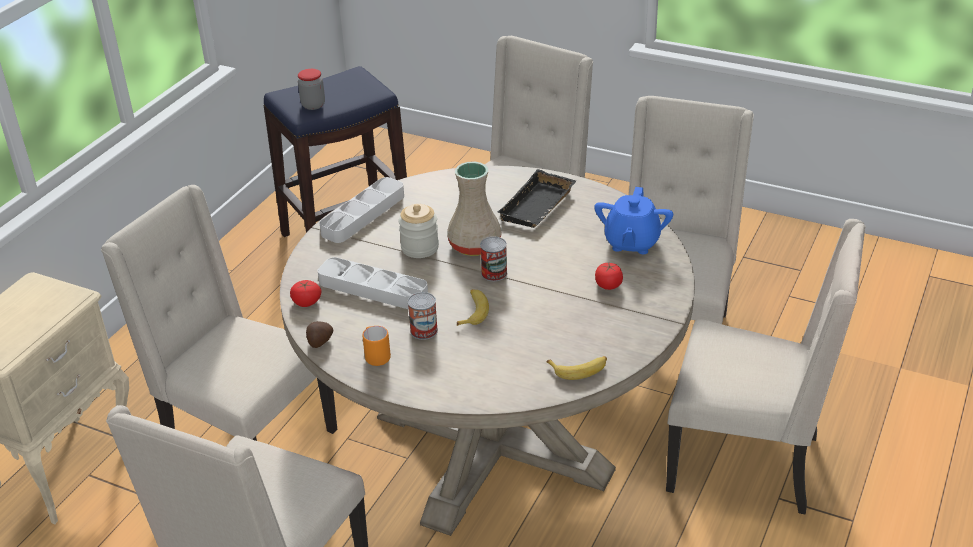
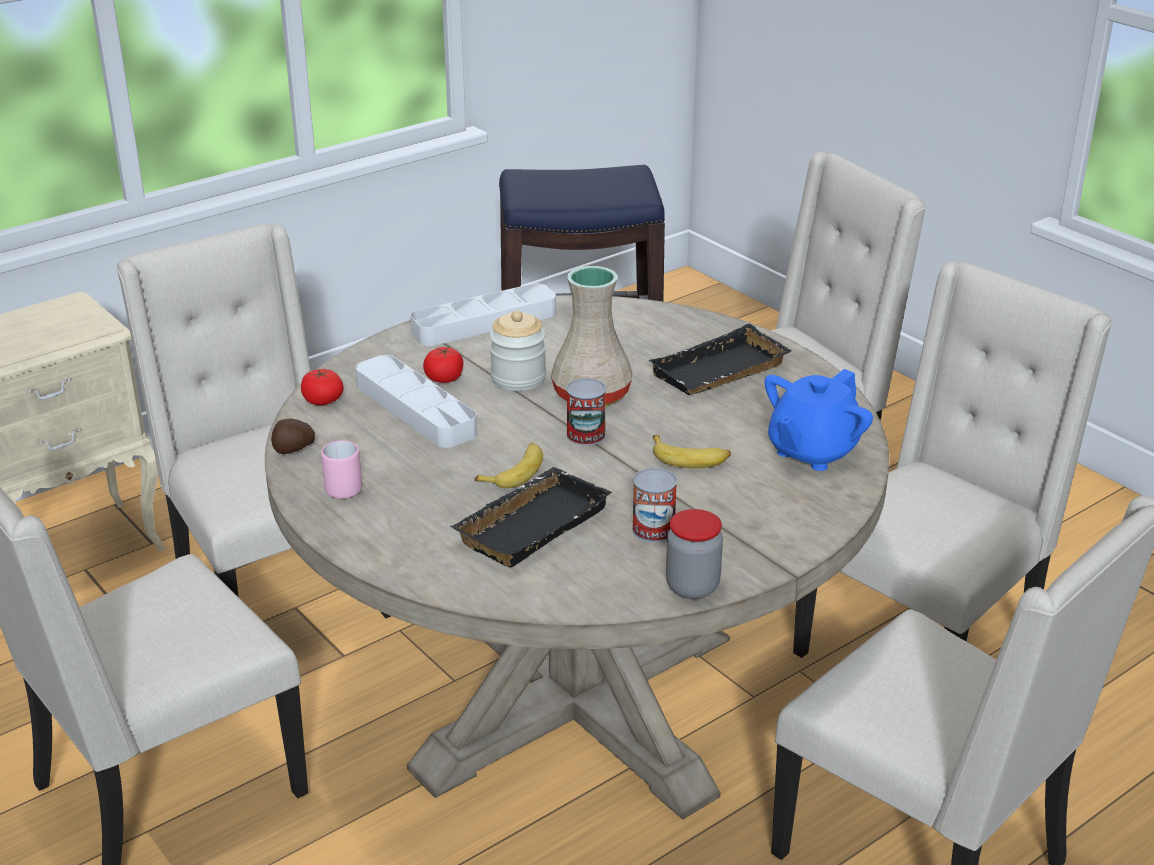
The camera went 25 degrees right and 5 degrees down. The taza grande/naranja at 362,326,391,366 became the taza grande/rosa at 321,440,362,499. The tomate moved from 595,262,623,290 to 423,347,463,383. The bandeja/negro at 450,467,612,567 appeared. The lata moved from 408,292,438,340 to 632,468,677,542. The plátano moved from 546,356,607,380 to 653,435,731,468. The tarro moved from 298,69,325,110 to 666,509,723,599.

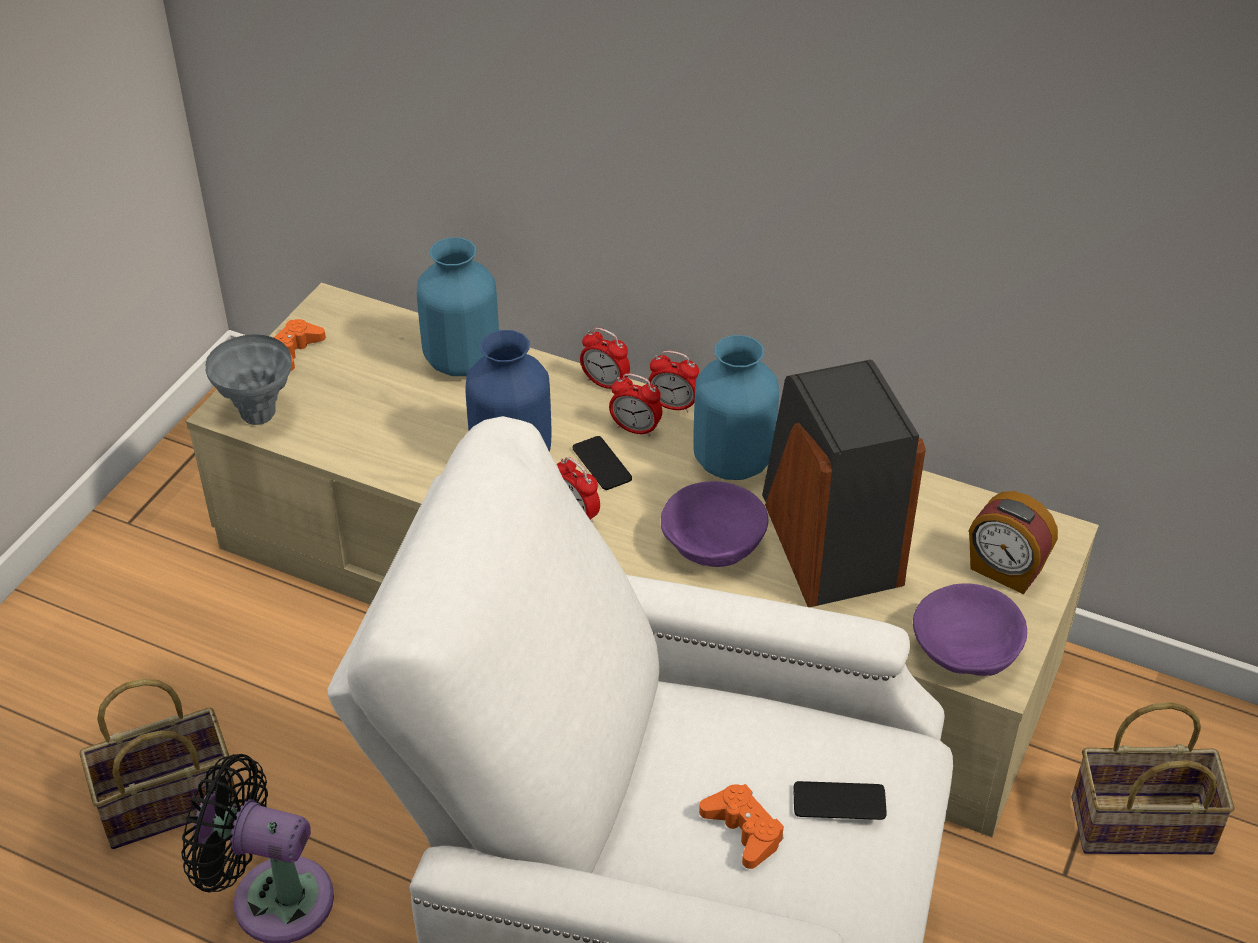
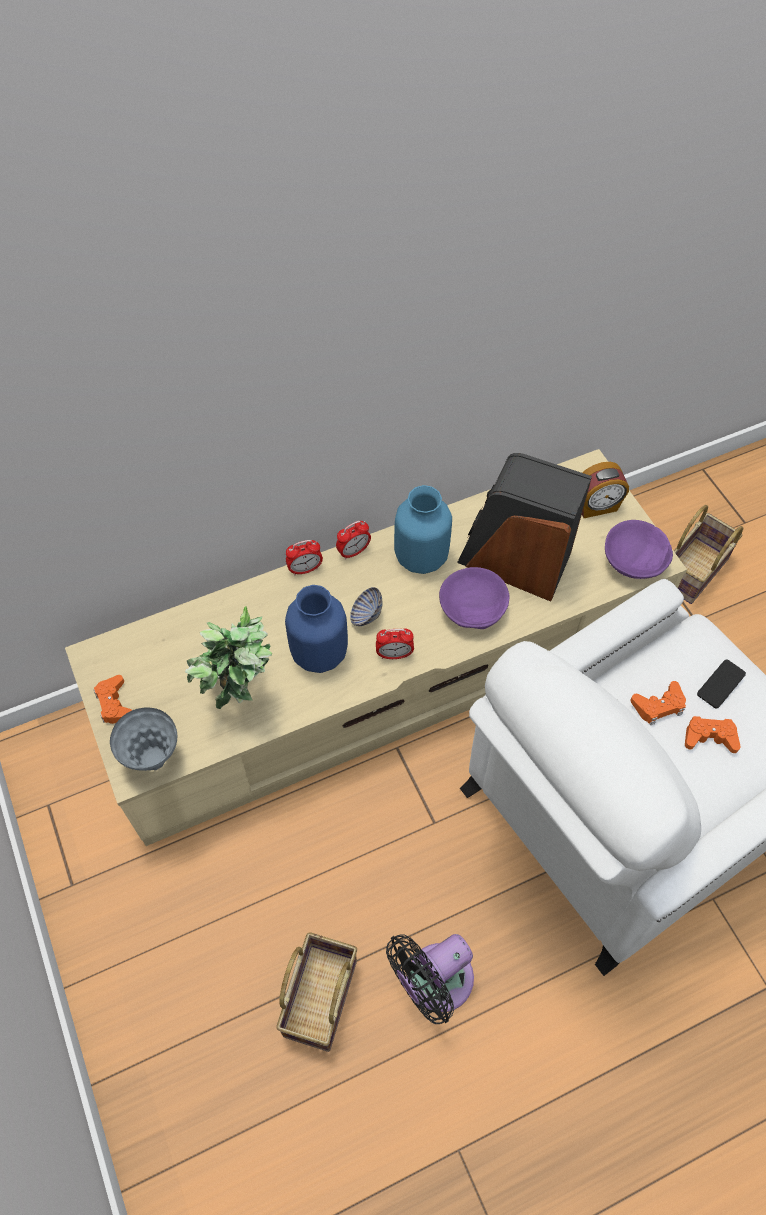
The camera went 50 degrees left and 15 degrees up. The planta en maceta at 185,606,272,709 appeared. The móvil at 573,436,632,490 was replaced by the cuenco at 350,587,382,626. The mando de consola/naranja at 630,681,686,725 appeared. The florero/azul at 417,237,499,376 disappeared. The despertador at 609,373,662,437 disappeared.

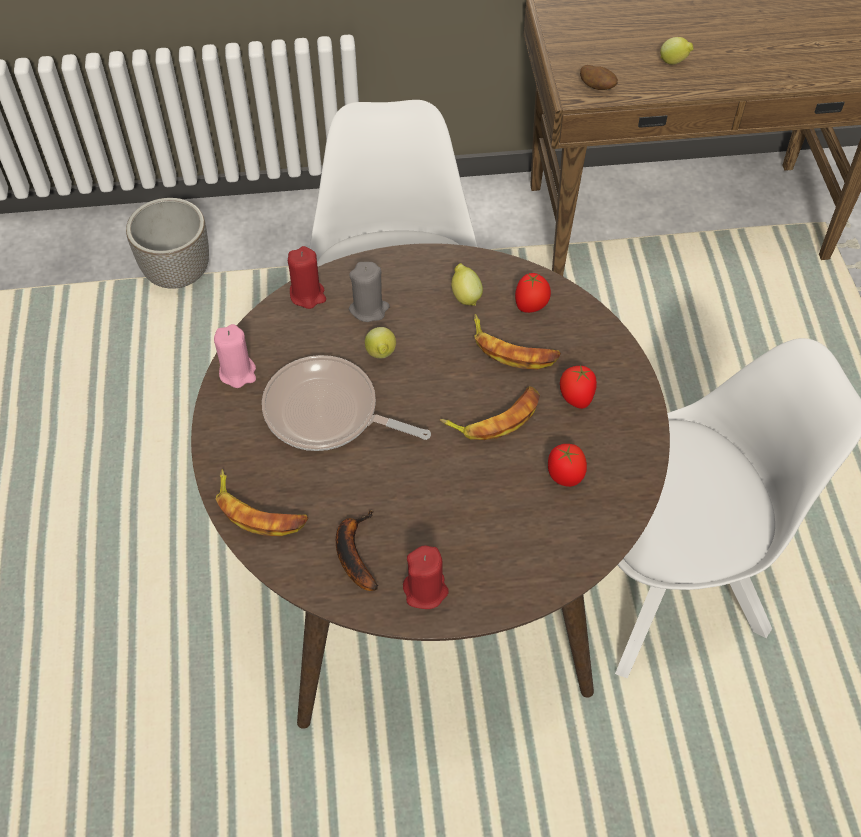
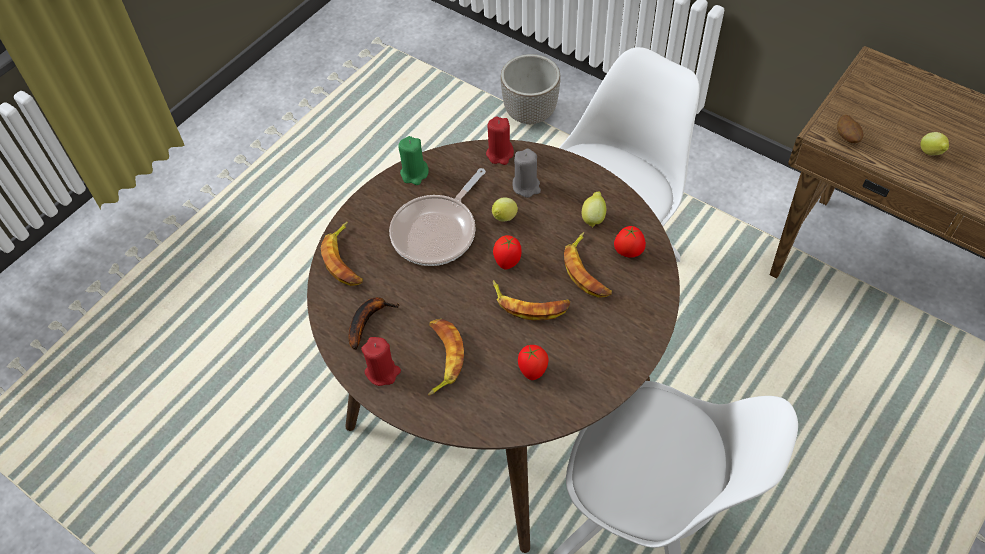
The camera went 45 degrees right and 0 degrees up. The sartén at 262,355,431,451 turned 120 degrees counterclockwise. The vela/rosa at 214,324,256,388 became the vela/verde at 398,136,429,185. The plátano at 428,319,464,396 appeared. The tomate moved from 560,365,597,409 to 493,235,522,270.

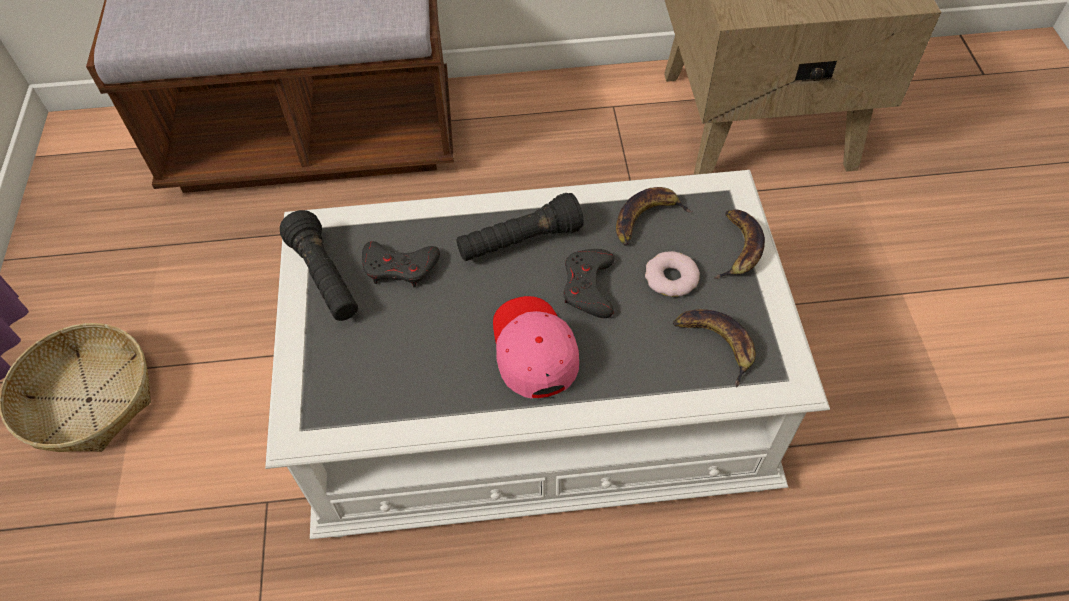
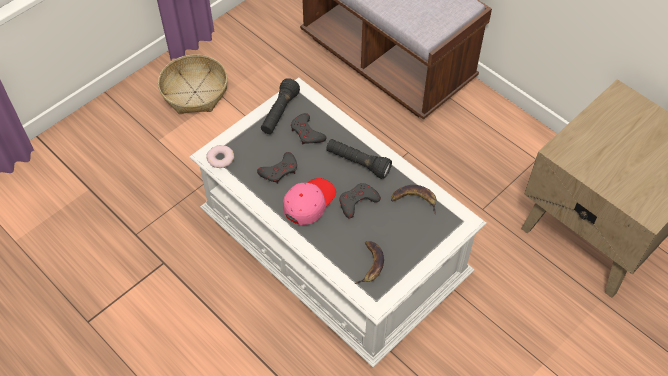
The camera went 50 degrees right and 0 degrees up. The rosquilla moved from 645,251,700,297 to 206,145,234,168. The mando de consola/gris at 257,152,297,184 appeared. The plátano at 714,210,765,279 disappeared.

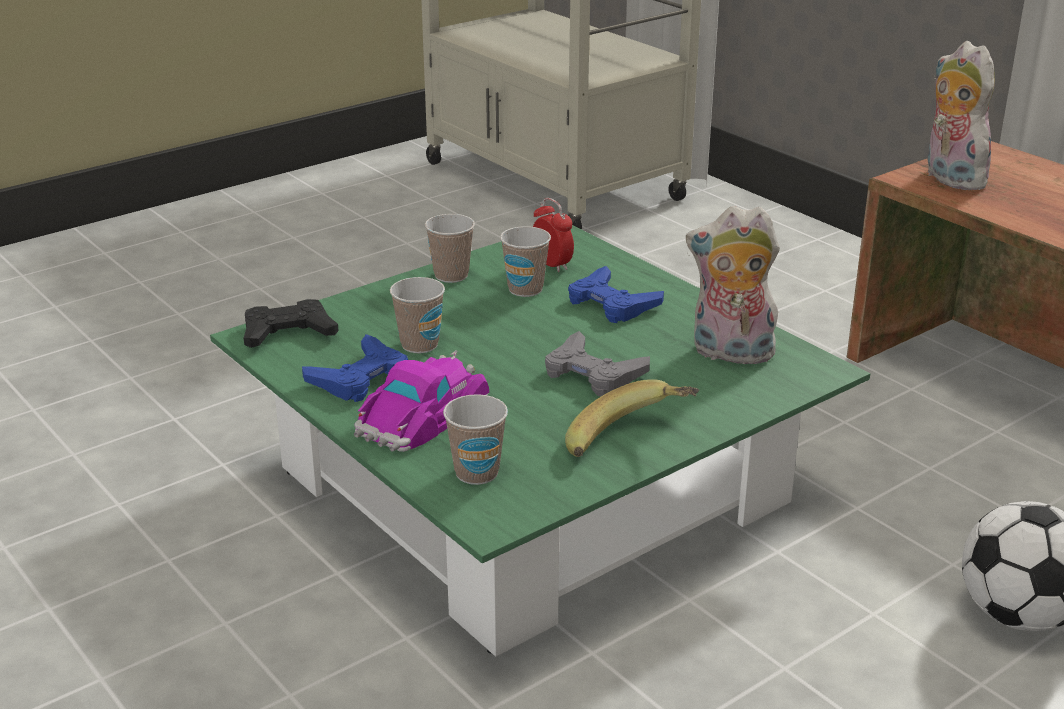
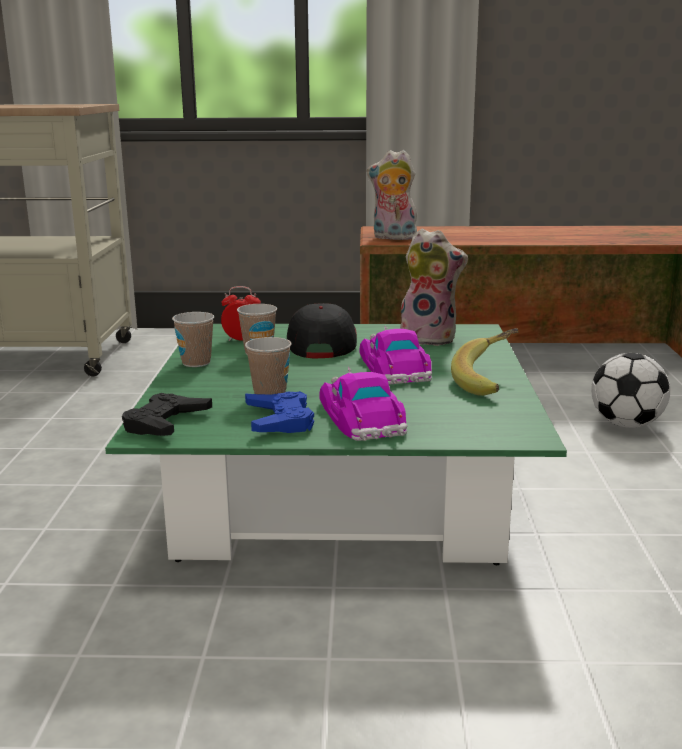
The camera went 50 degrees left and 10 degrees down. The mando de consola/azul at 568,266,664,323 was replaced by the gorra at 287,303,357,359. The mando de consola/gris at 545,331,650,396 was replaced by the coche de juguete at 360,326,432,384. The peluche at 686,206,780,368 turned 120 degrees counterclockwise. The taza at 443,394,508,485 disappeared.

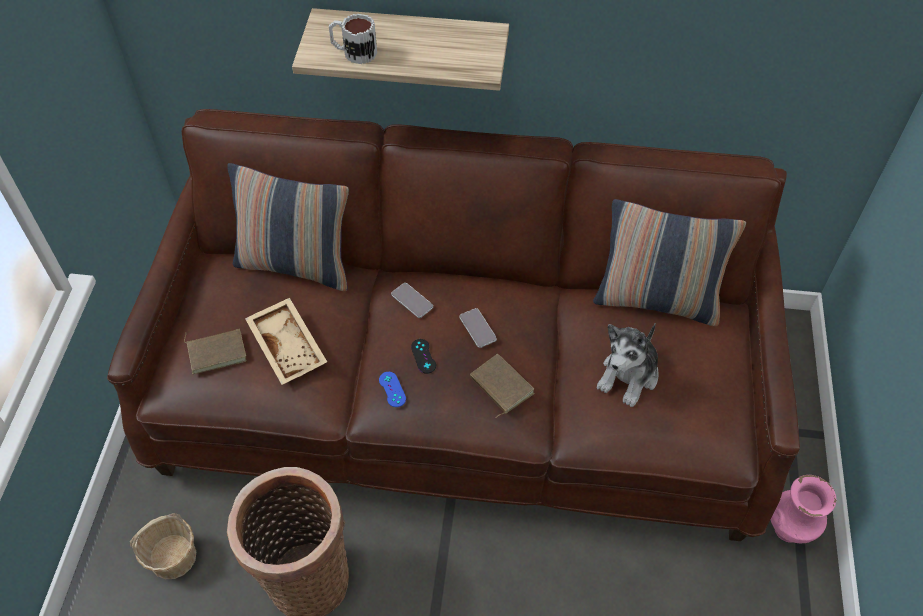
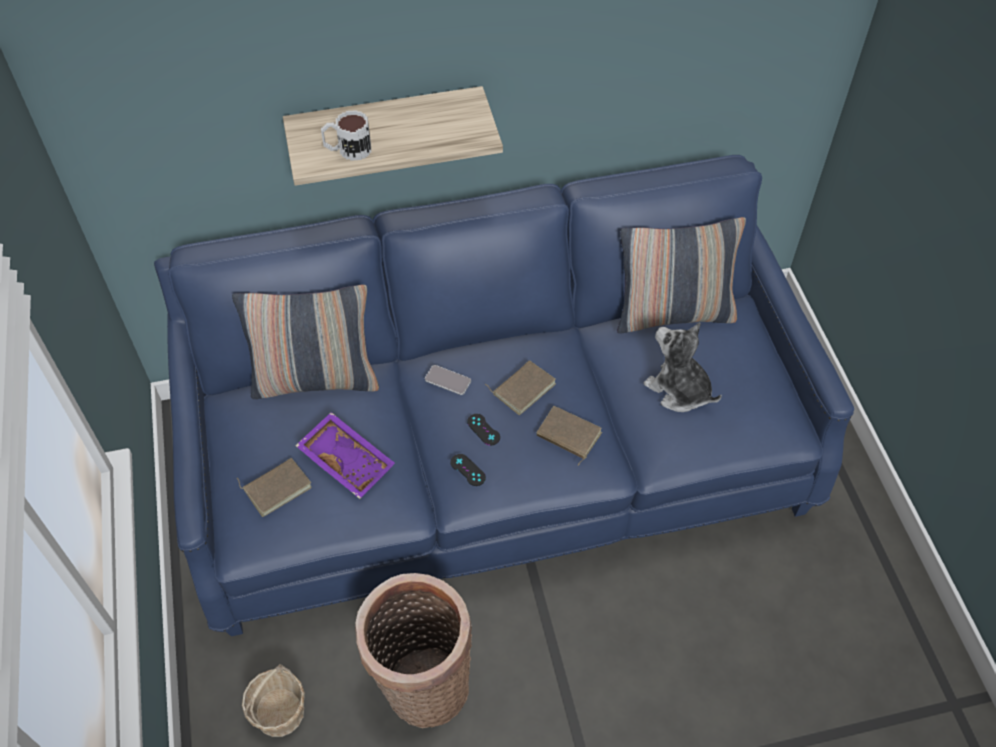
The camera went 20 degrees left and 0 degrees up. The sofá/marrón at 107,109,800,541 became the sofá/azul at 154,155,854,636. The bandeja/beis at 245,298,327,385 became the bandeja/morado at 295,412,395,499. The mando de consola/azul at 379,372,406,407 became the mando de consola/negro at 450,454,486,486. The móvil at 460,308,497,348 was replaced by the libro/marrón at 485,360,555,415. The peluche at 597,323,659,407 turned 120 degrees clockwise. The florero/rosa at 771,475,836,543 disappeared.

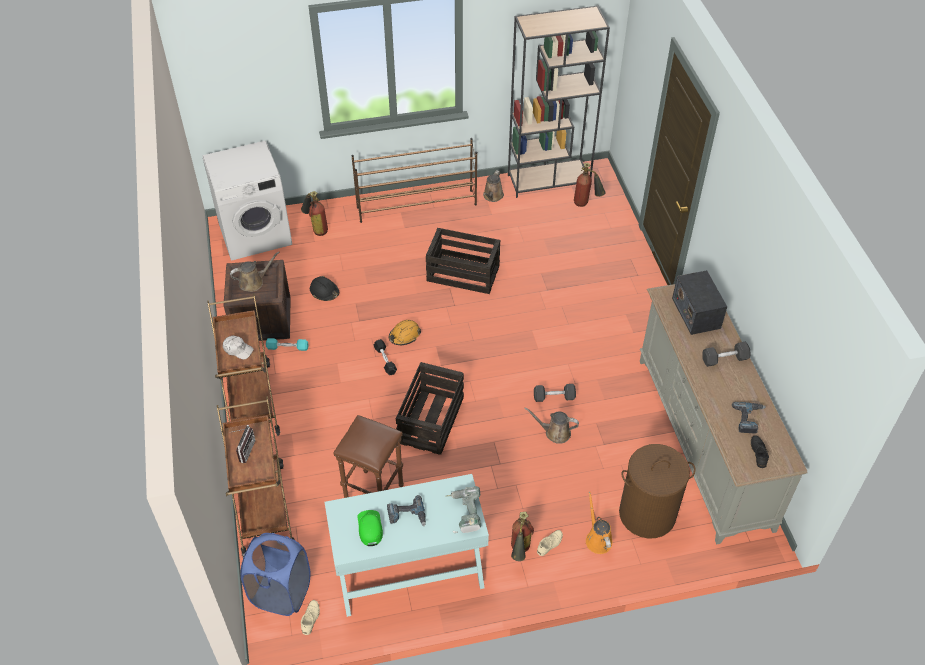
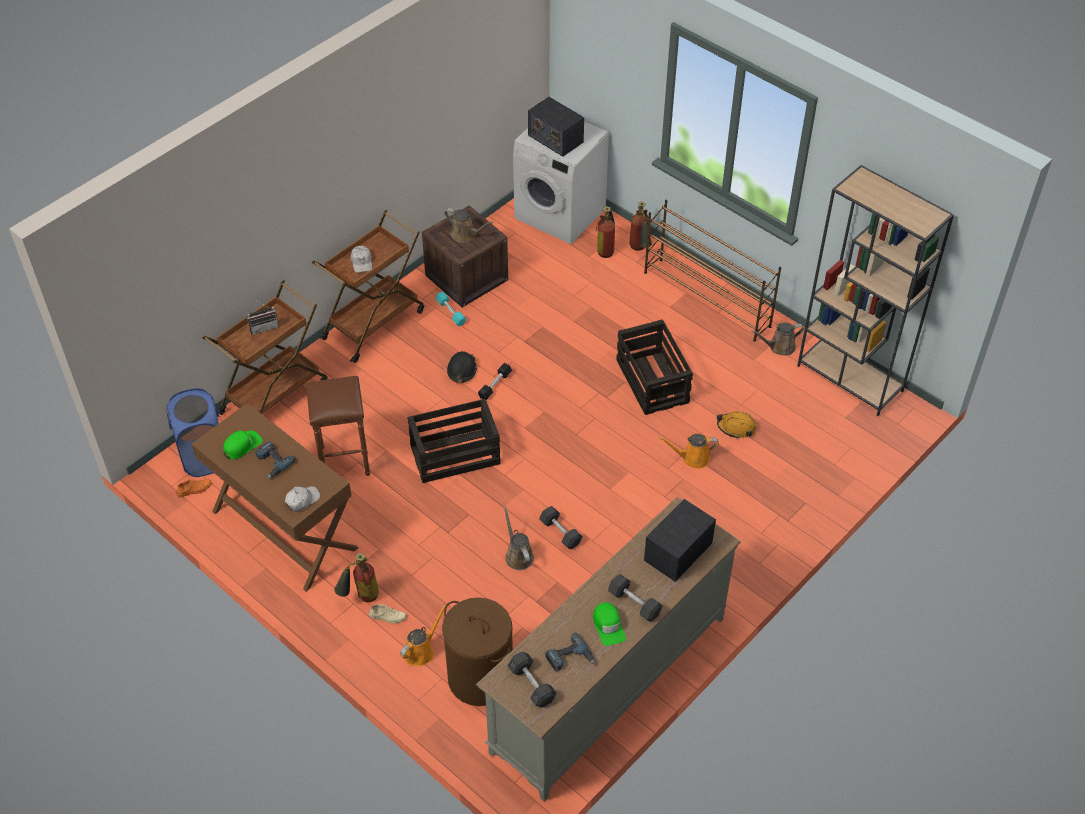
The camera went 55 degrees right and 0 degrees up. The zapato/beis at 301,600,320,635 became the zapato/naranja at 177,479,212,497. The escritorio/turquesa at 324,474,489,617 became the escritorio/marrón at 192,403,358,591. The taladro at 447,486,481,533 was replaced by the gorra/blanco at 285,486,320,512. The casco/negro moved from 310,276,339,301 to 447,351,477,383. The zapato/negro at 751,435,769,468 was replaced by the mancuerna/gris at 508,652,557,708. The radio at 528,97,584,157 appeared. The gorra/verde at 593,602,626,646 appeared. The extintor moved from 574,163,606,207 to 629,201,652,251. The regadera/naranja at 659,434,719,469 appeared. The casco/naranja moved from 389,320,421,345 to 717,411,756,439.

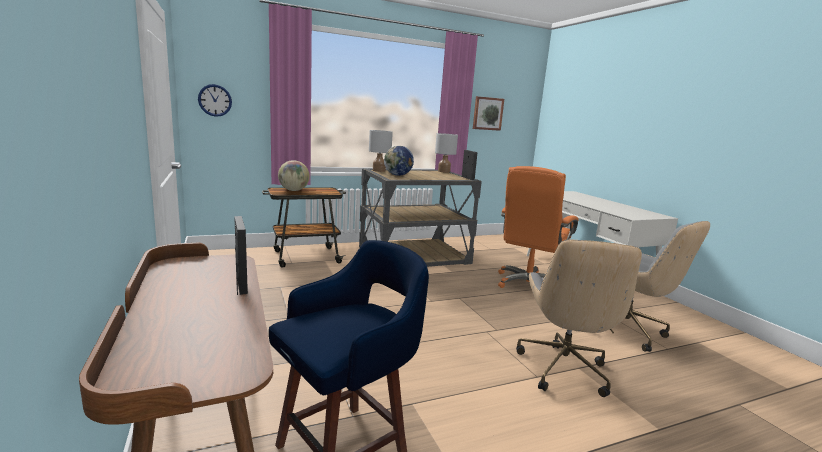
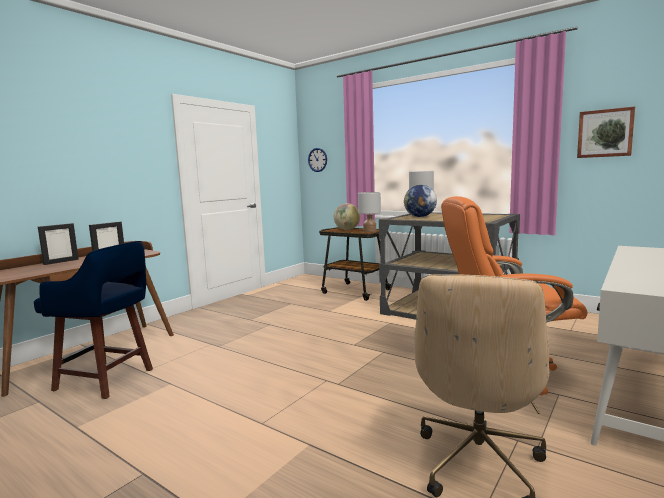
The camera went 60 degrees right and 5 degrees down. The portarretratos moved from 462,150,478,180 to 38,223,79,265. The lámpara de mesa/gris moved from 435,133,458,173 to 358,192,381,233. The silla de oficina/gris at 516,239,642,397 disappeared.

